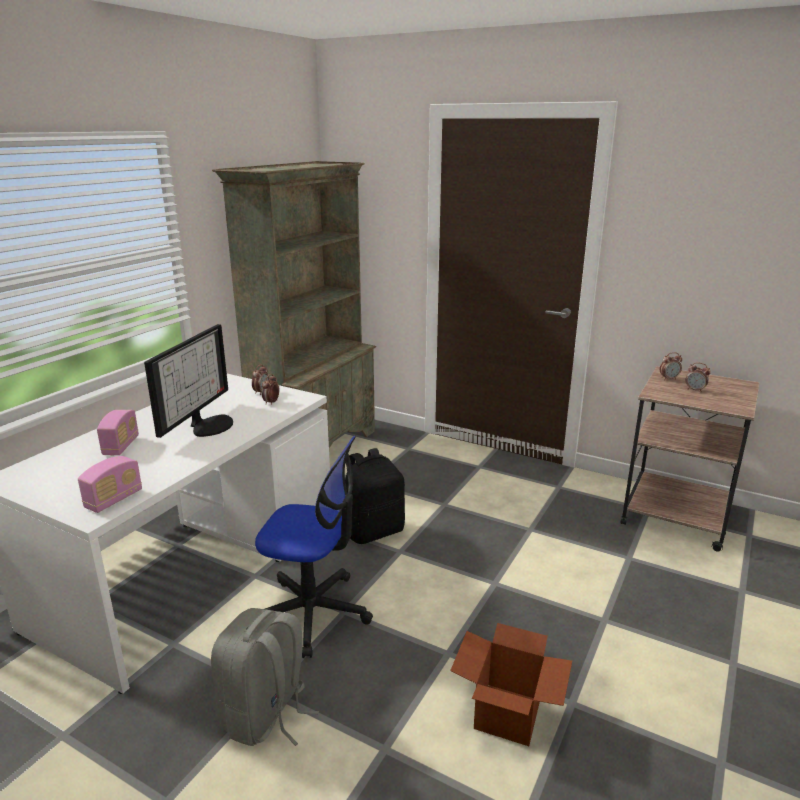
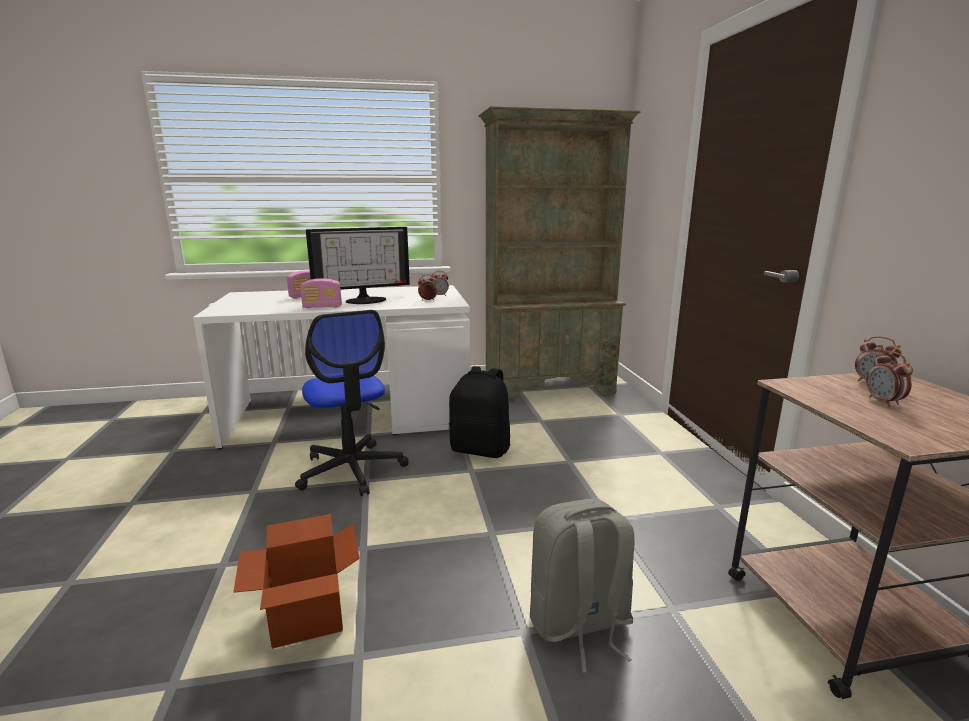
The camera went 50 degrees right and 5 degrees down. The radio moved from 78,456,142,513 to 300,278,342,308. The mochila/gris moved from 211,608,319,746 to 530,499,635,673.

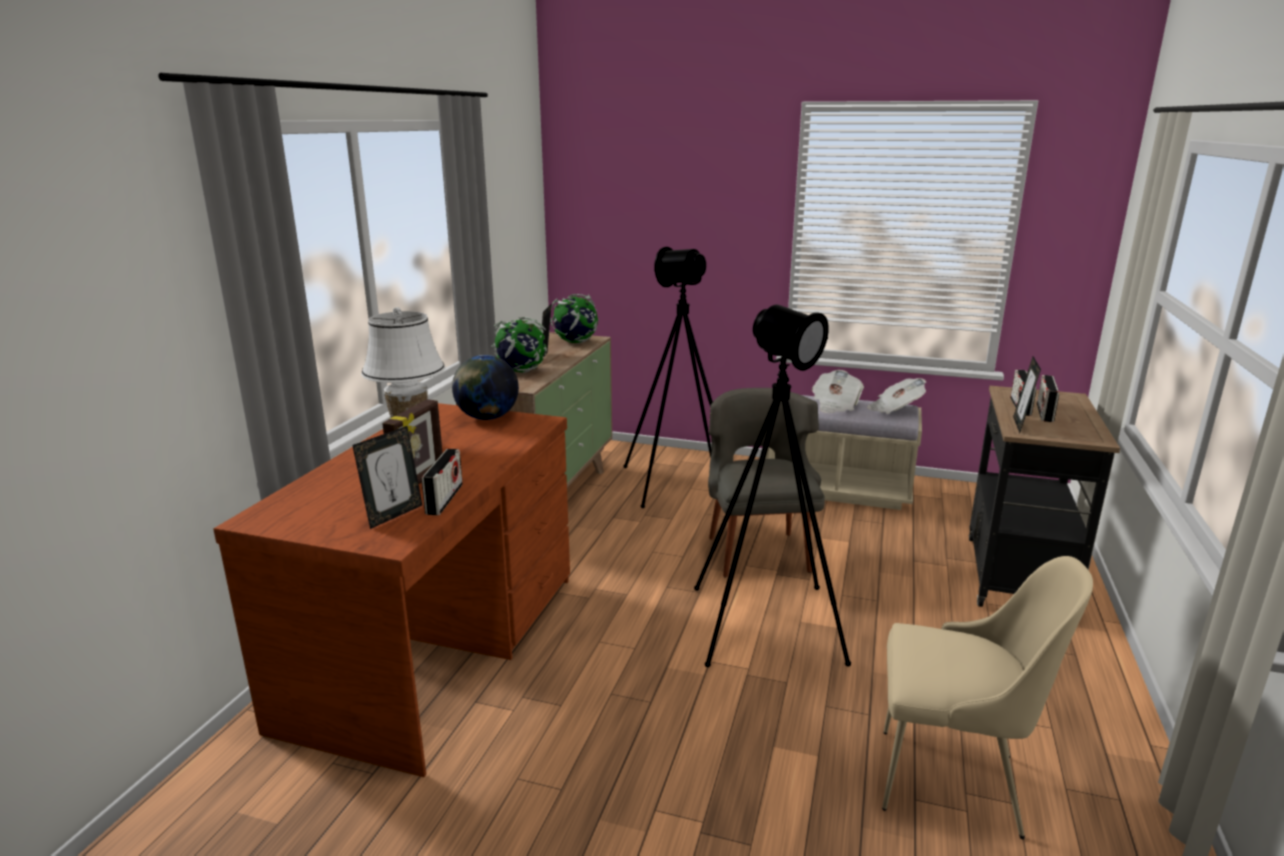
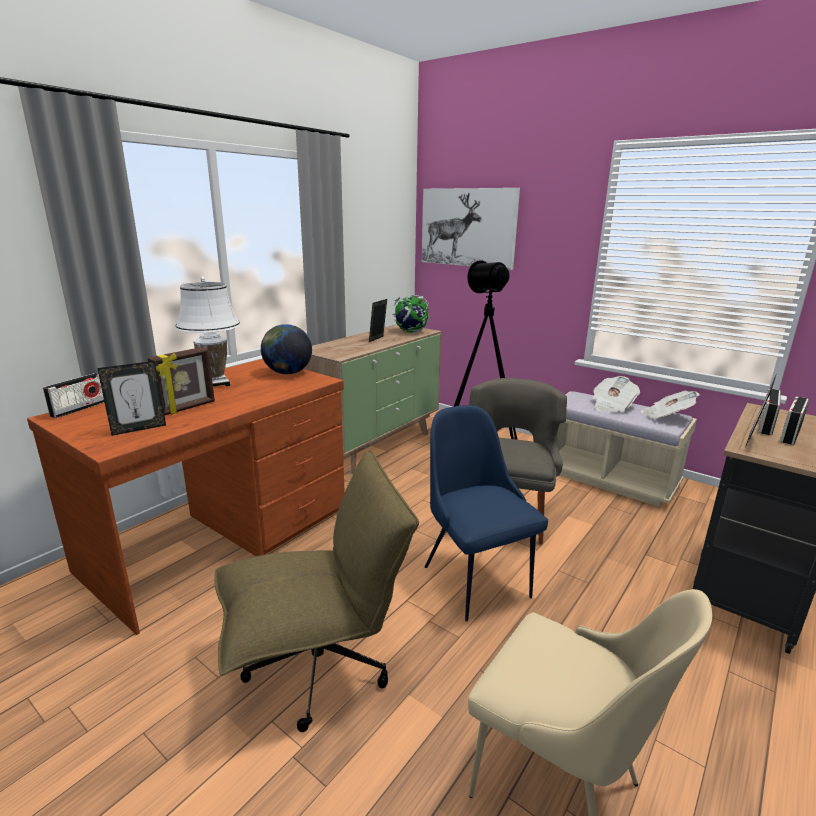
The camera went 20 degrees right and 0 degrees up. The radio moved from 422,449,463,515 to 43,373,105,418. The silla de oficina/beis at 214,451,419,732 appeared. The cuadro at 422,188,520,270 appeared. The lámpara de pie/negro at 694,305,851,667 was replaced by the silla/azul at 425,405,548,621. The globo terráqueo at 491,317,547,373 disappeared.

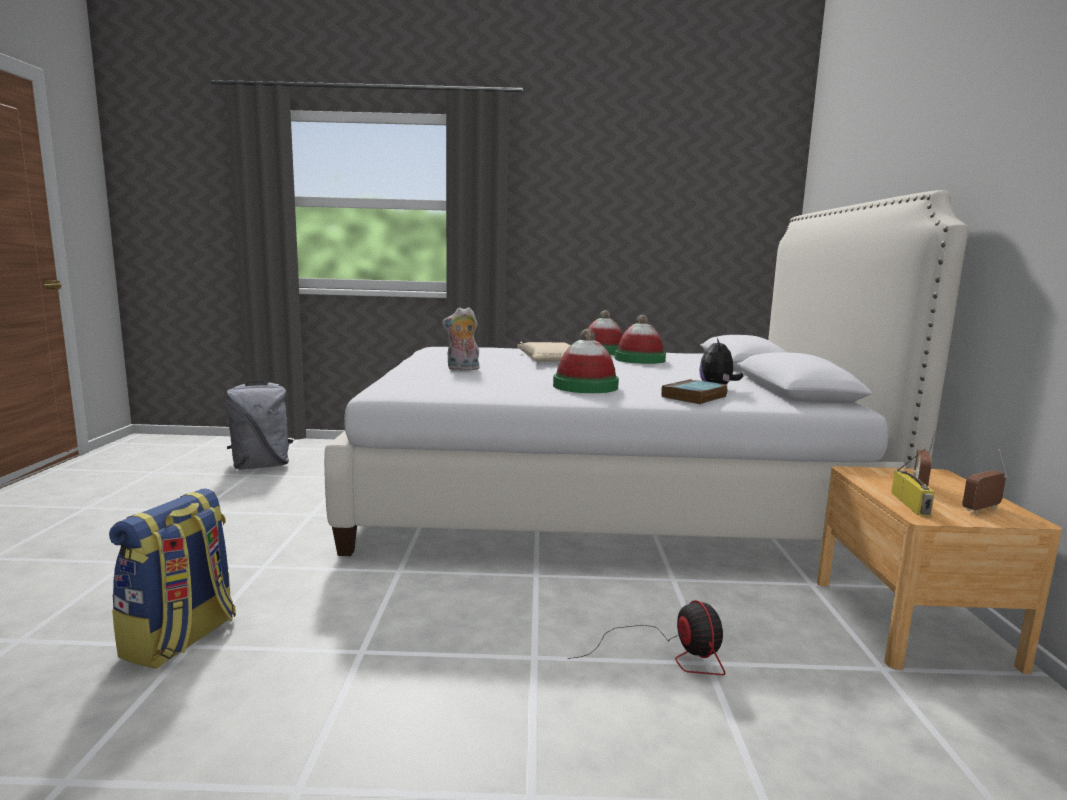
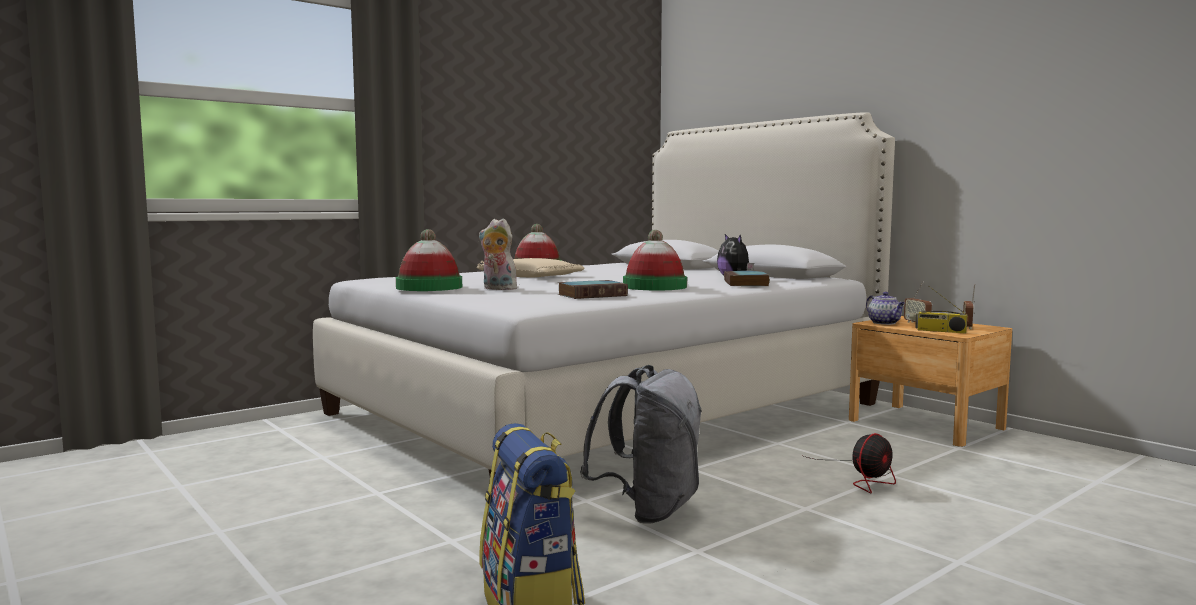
The camera went 40 degrees left and 5 degrees down. The sombrero moved from 615,315,666,364 to 396,229,462,291. The peluche at 442,307,479,370 turned 75 degrees clockwise. The libro at 558,280,628,299 appeared. The mochila/gris moved from 226,380,293,470 to 580,365,702,524. The ventilador at 567,600,725,675 turned 105 degrees clockwise. The tetera at 866,292,905,325 appeared. The radio at 891,449,935,516 turned 150 degrees clockwise.

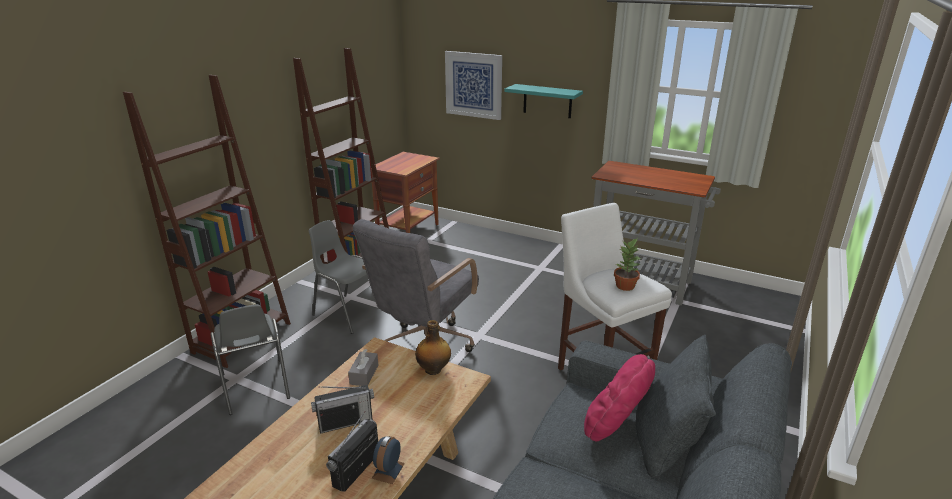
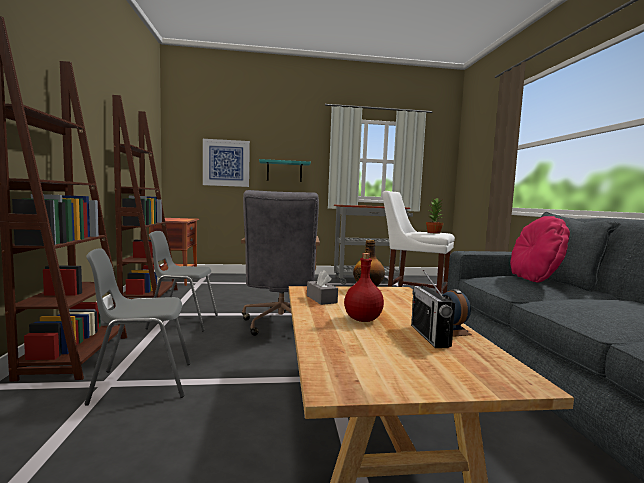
The camera went 35 degrees left and 20 degrees down. The silla/gris at 210,304,290,415 turned 135 degrees clockwise. The radio at 311,385,374,434 was replaced by the botella/rojo at 344,253,384,322.

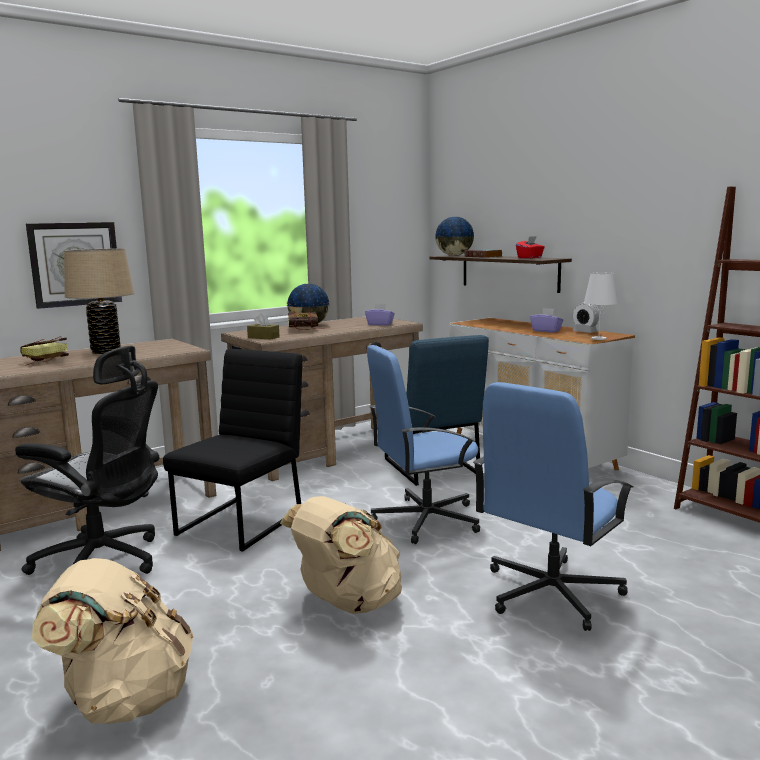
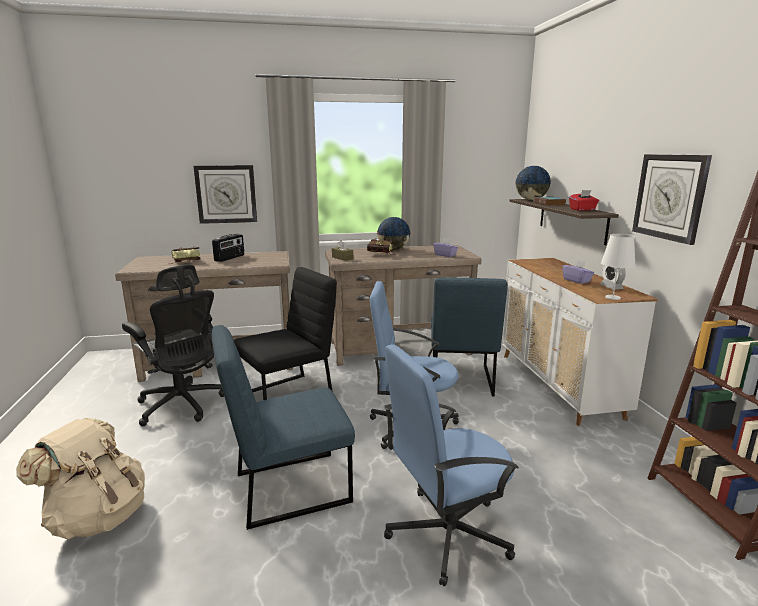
The camera went 25 degrees right and 5 degrees up. The lámpara de mesa/beis at 64,248,134,354 was replaced by the radio at 212,234,244,262. The mochila/beis at 280,496,402,614 was replaced by the silla/azul at 212,325,355,530. The reloj de pared at 632,154,712,245 appeared.

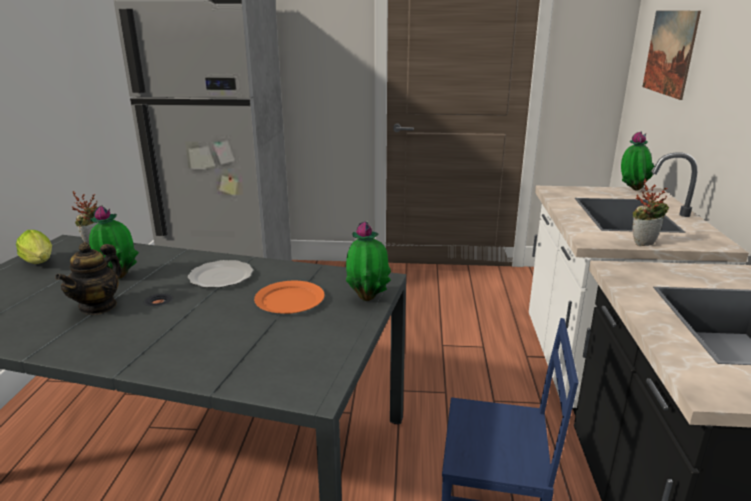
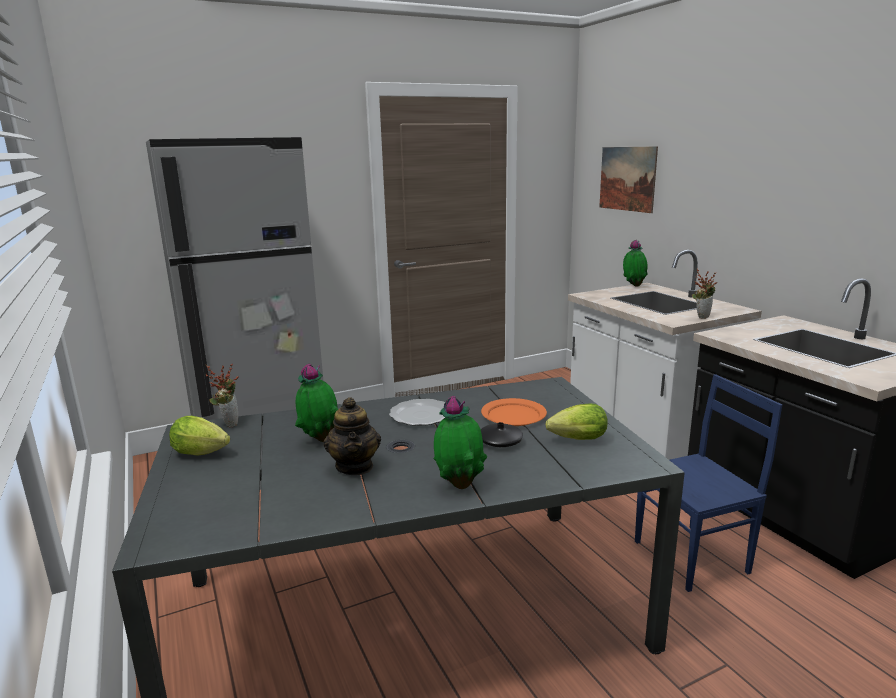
The camera went 30 degrees left and 5 degrees down. The planta en maceta moved from 346,221,391,301 to 434,396,487,489. The florero/negro at 481,422,523,447 appeared. The lechuga at 546,403,608,440 appeared.

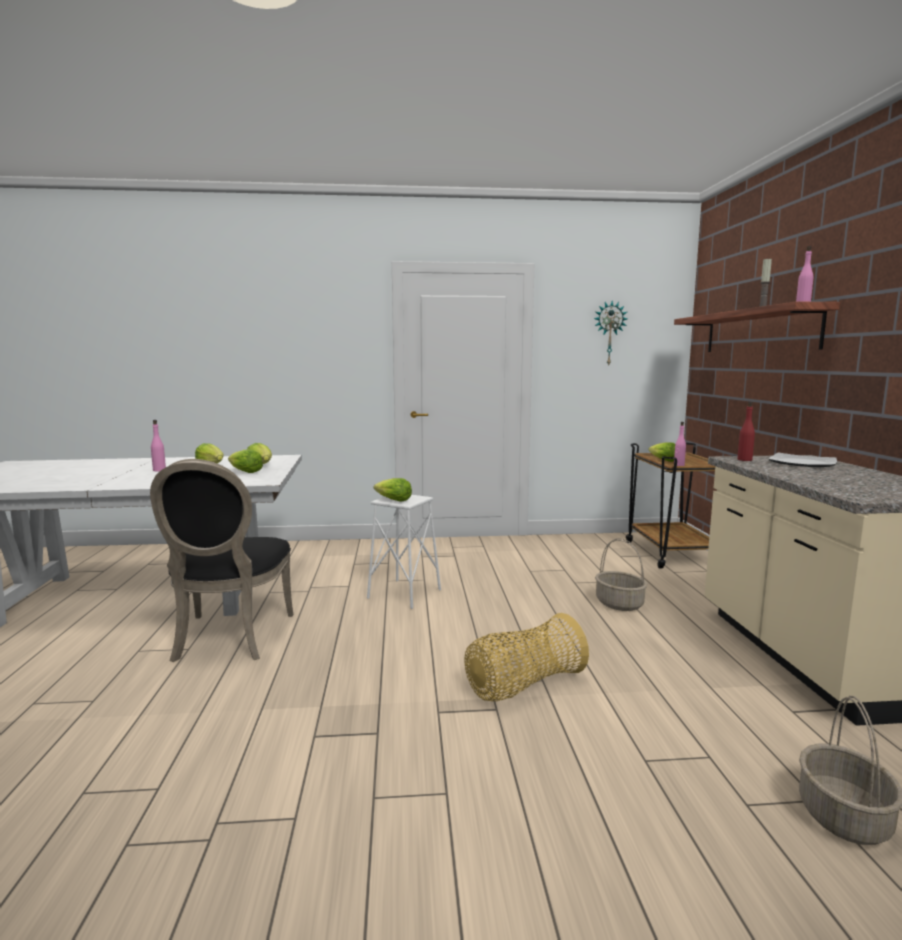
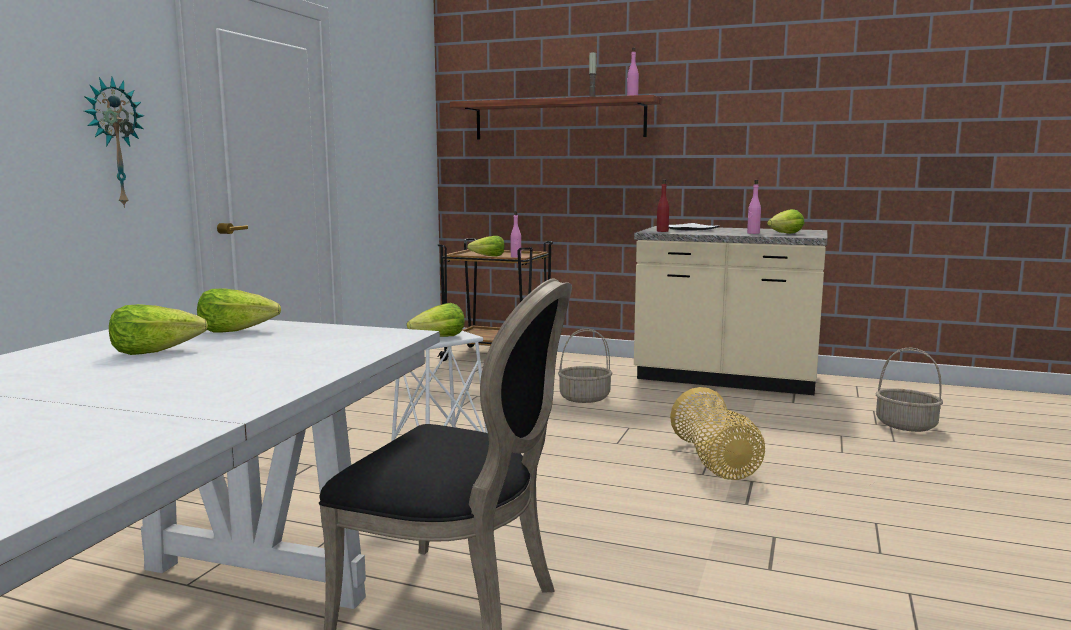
The camera went 65 degrees left and 0 degrees up. The reloj de pared moved from 594,301,627,365 to 84,77,144,208. The botella/rosa moved from 151,420,166,471 to 747,180,761,234. The lechuga moved from 228,449,263,473 to 767,209,805,234.

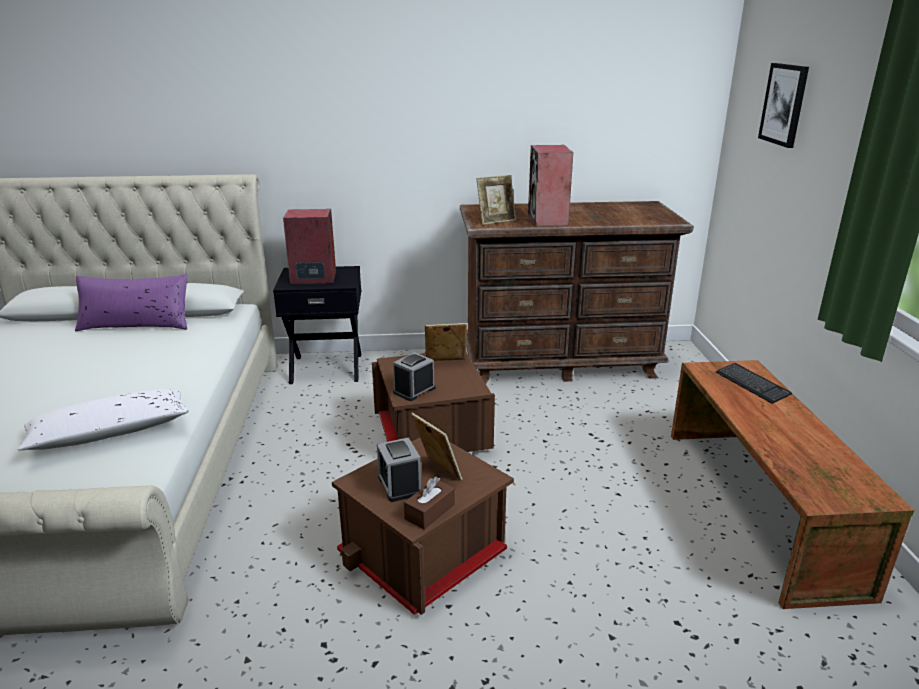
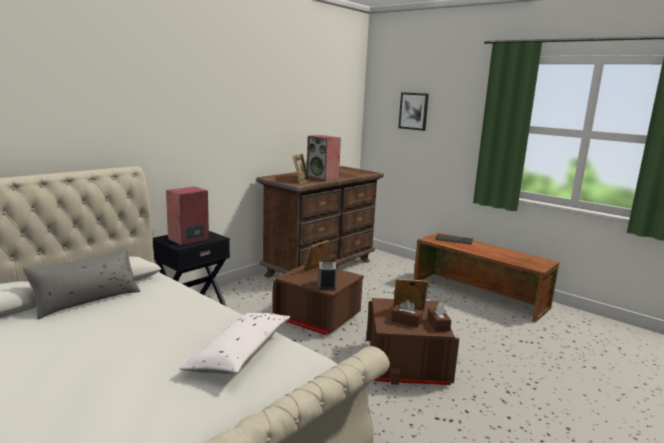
The camera went 45 degrees left and 10 degrees down. The cojín/morado at 75,274,187,331 became the cojín/gris at 23,247,140,320. The despertador at 377,437,421,502 was replaced by the caja de pañuelos/marrón at 391,300,423,327.

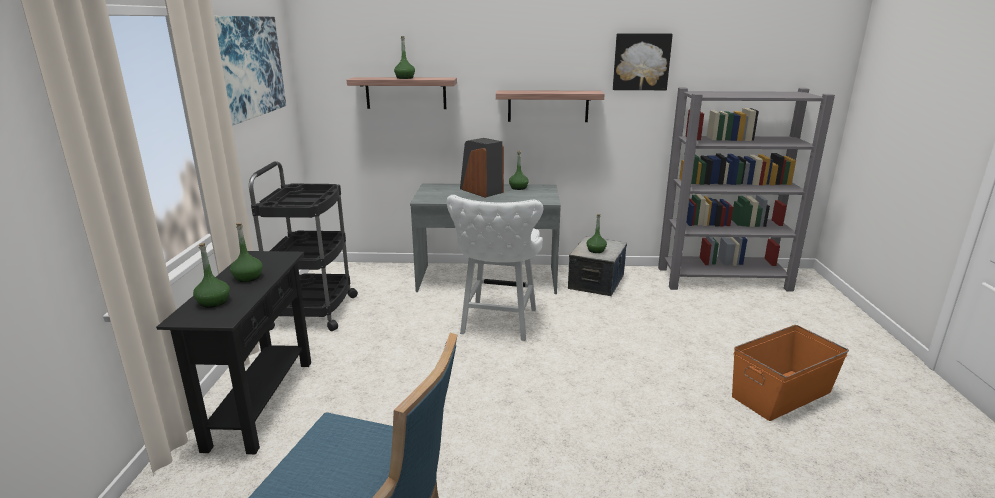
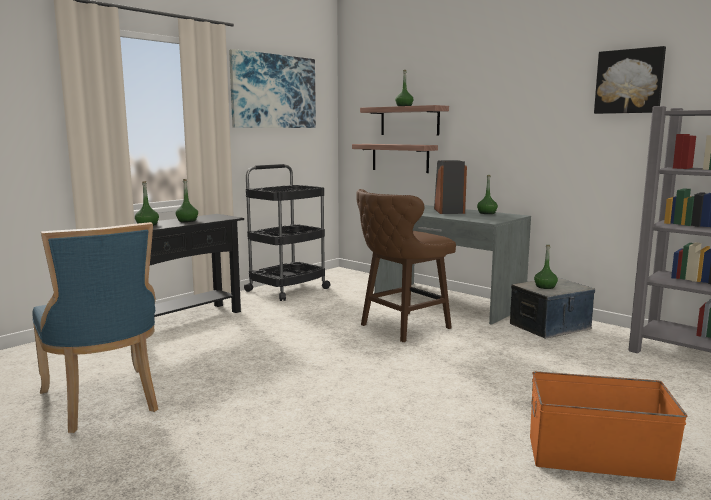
The camera went 40 degrees right and 10 degrees down. The estante moved from 496,90,605,122 to 352,144,438,173. The taburete/blanco at 447,195,543,341 became the taburete/marrón at 356,189,456,342.

